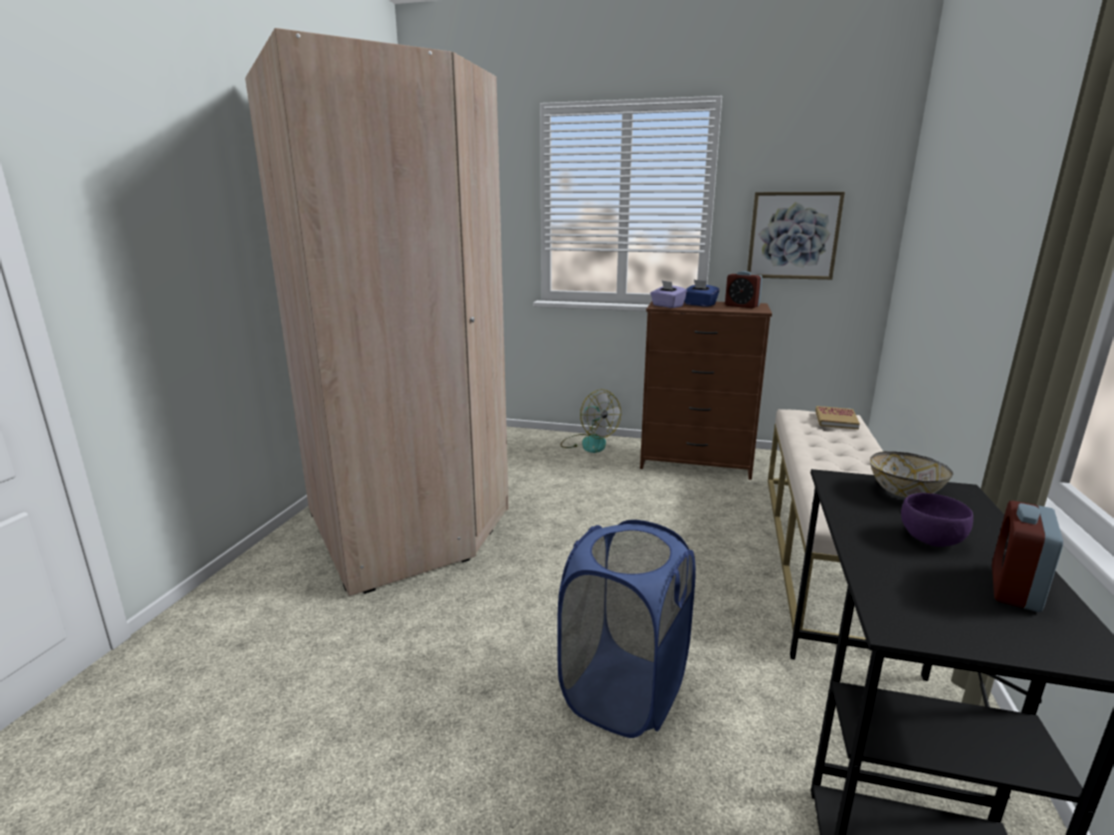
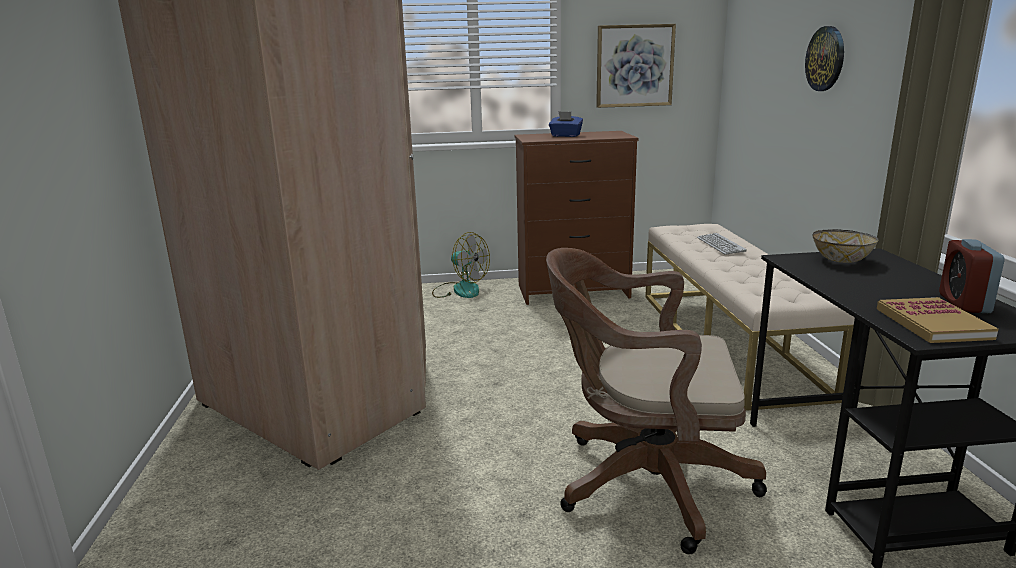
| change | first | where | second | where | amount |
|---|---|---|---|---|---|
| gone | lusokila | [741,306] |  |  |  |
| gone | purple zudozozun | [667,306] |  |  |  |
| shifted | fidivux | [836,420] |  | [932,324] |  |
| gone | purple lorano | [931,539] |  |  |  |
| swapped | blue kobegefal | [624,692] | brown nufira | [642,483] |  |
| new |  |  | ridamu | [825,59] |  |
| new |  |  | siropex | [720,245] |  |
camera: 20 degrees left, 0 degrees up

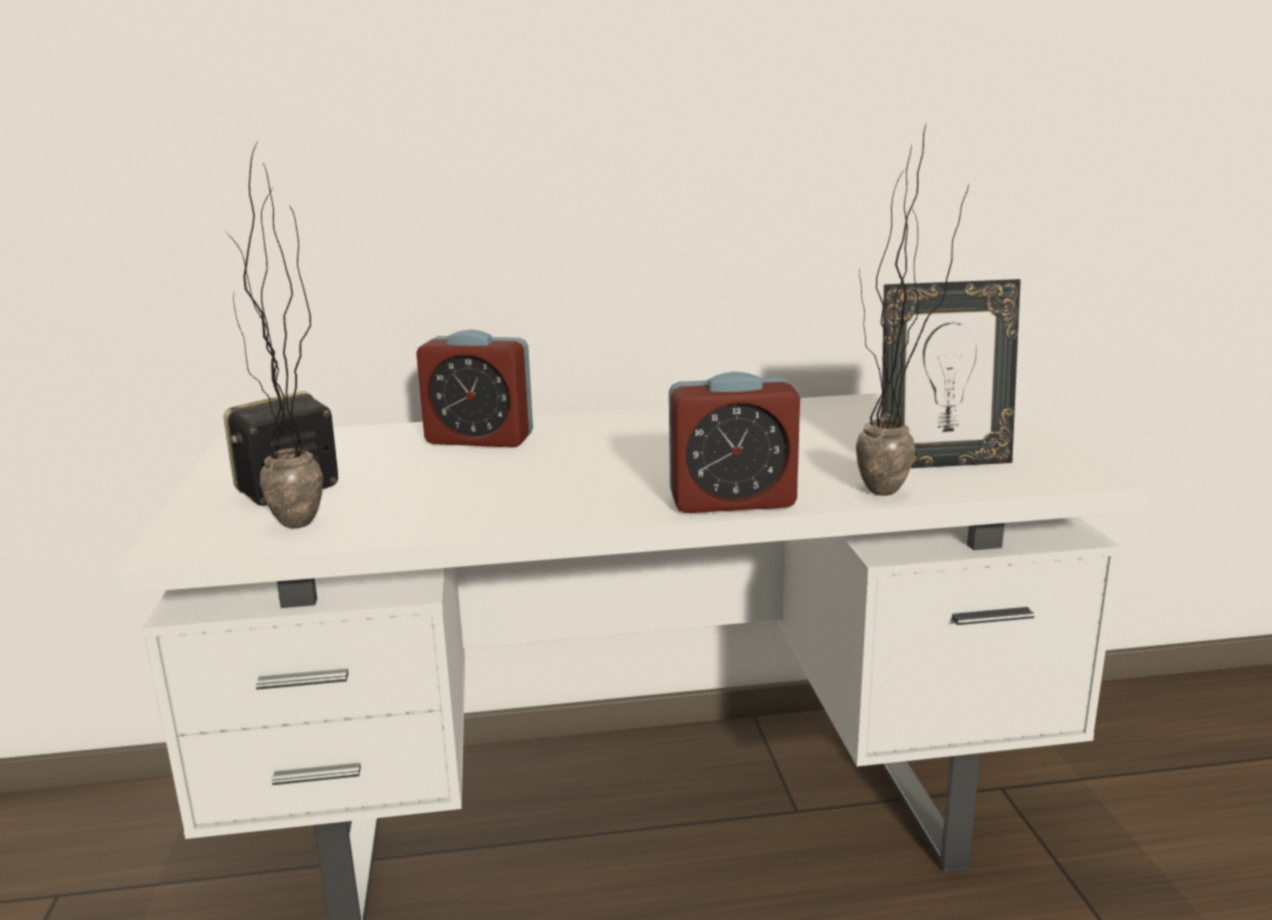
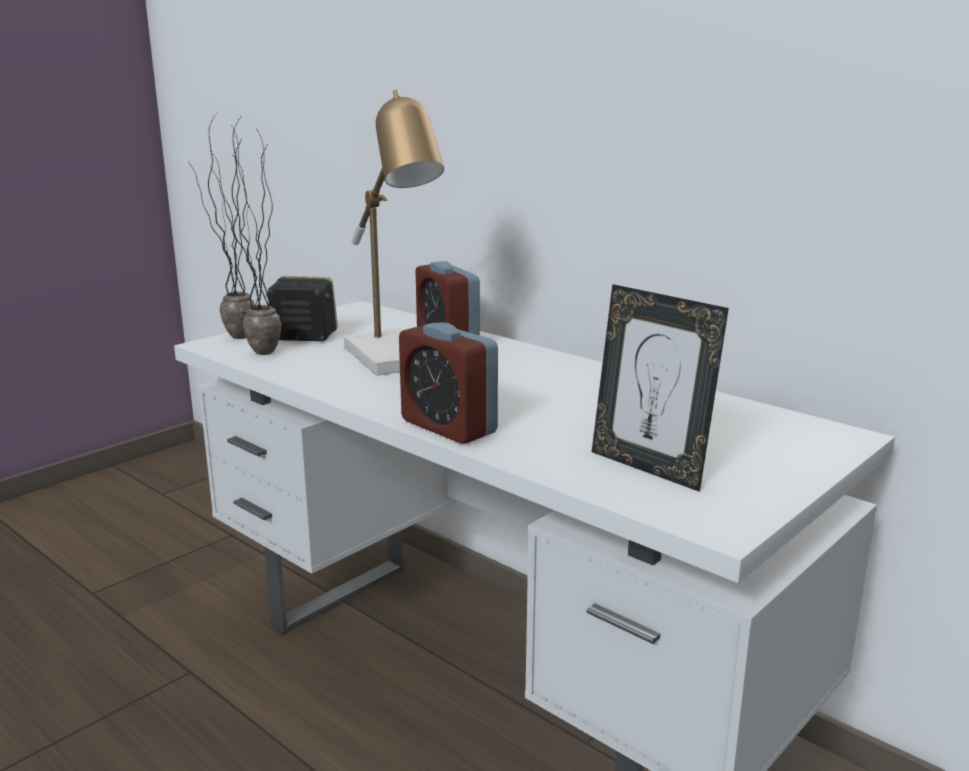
| change | first | where | second | where | amount |
|---|---|---|---|---|---|
| shifted | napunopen | [894,497] |  | [233,340] |  |
| new |  |  | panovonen | [396,361] |  |
camera: 50 degrees right, 0 degrees up

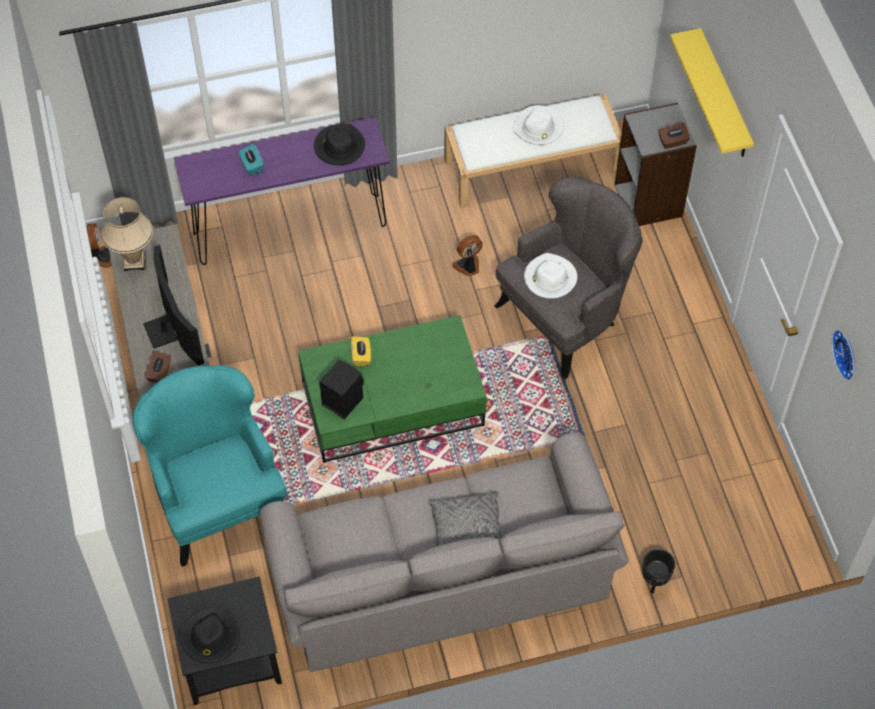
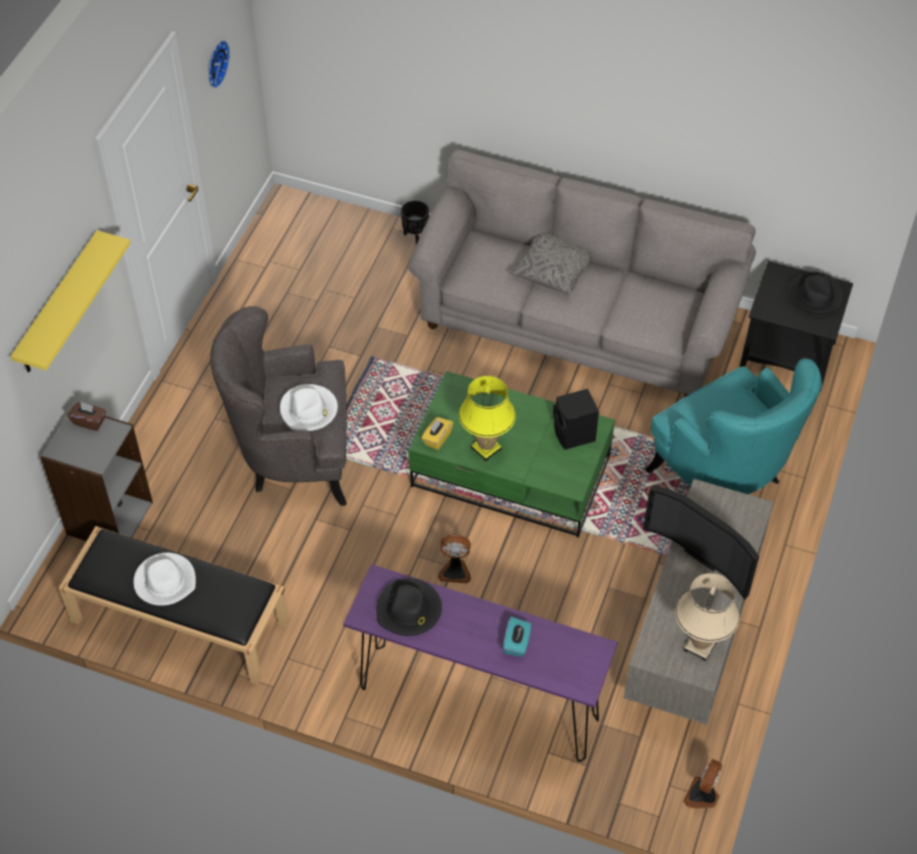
| change | first | where | second | where | amount |
|---|---|---|---|---|---|
| repainted | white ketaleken | [532,166] | black ketaleken | [178,621] |  |
| shifted | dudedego | [468,266] |  | [455,570] |  |
| rotated | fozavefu | [169,329] |  | [704,553] | 60 degrees counterclockwise |
| shifted | yellow zudozozun | [361,356] |  | [437,438] |  |
| gone | brown zudozozun | [159,373] |  |  |  |
| rotated | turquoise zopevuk | [219,502] |  | [724,476] | 45 degrees counterclockwise |
| new |  |  | yellow panovonen | [486,448] |  |
camera: 145 degrees left, 5 degrees down

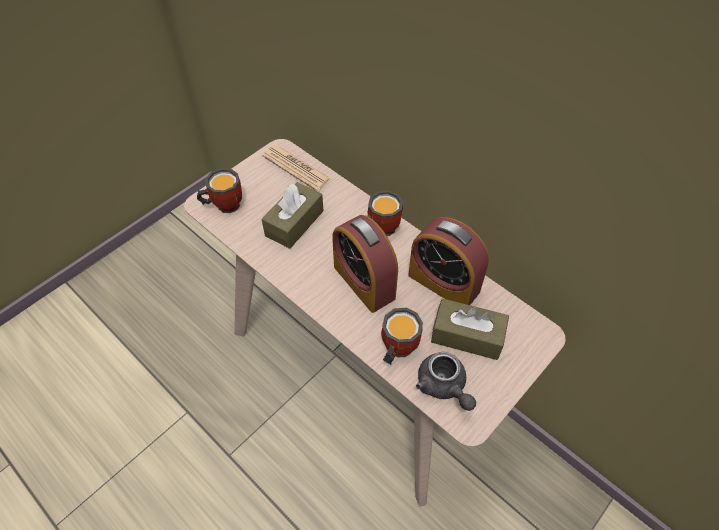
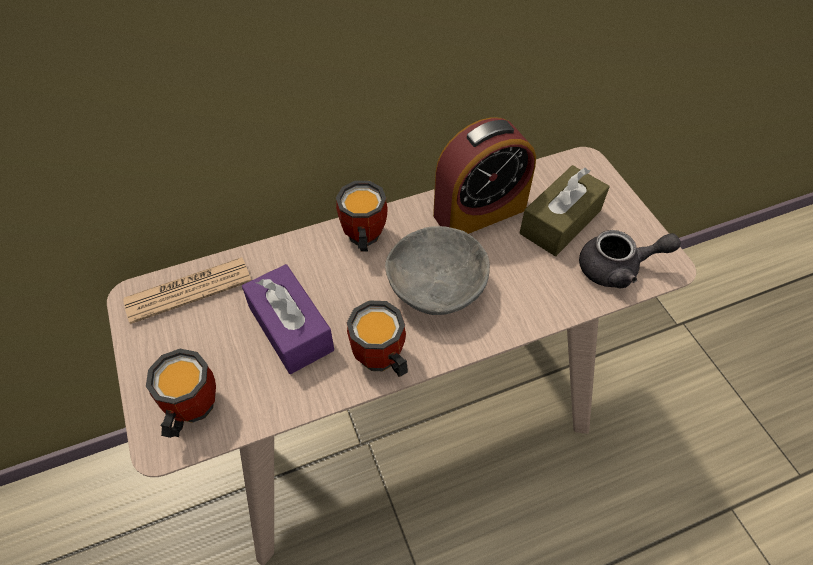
| change | first | where | second | where | amount |
|---|---|---|---|---|---|
| repainted | brown zudozozun | [294,223] | purple zudozozun | [291,329] |  |
| swapped | lusokila | [364,282] | grey lorano | [437,287] |  |
| shifted | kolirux | [395,349] |  | [380,362] |  |
camera: 65 degrees left, 0 degrees up

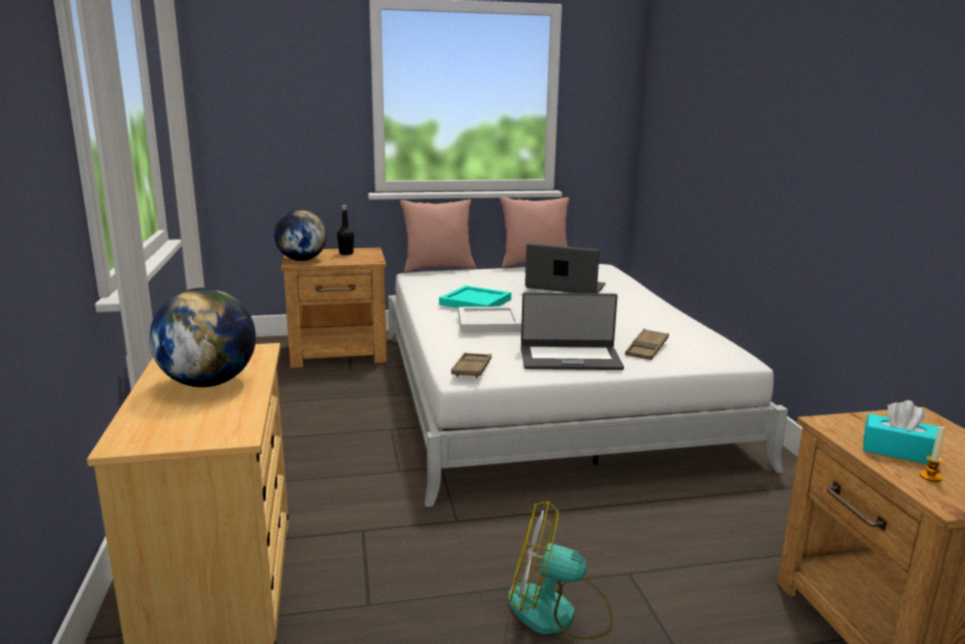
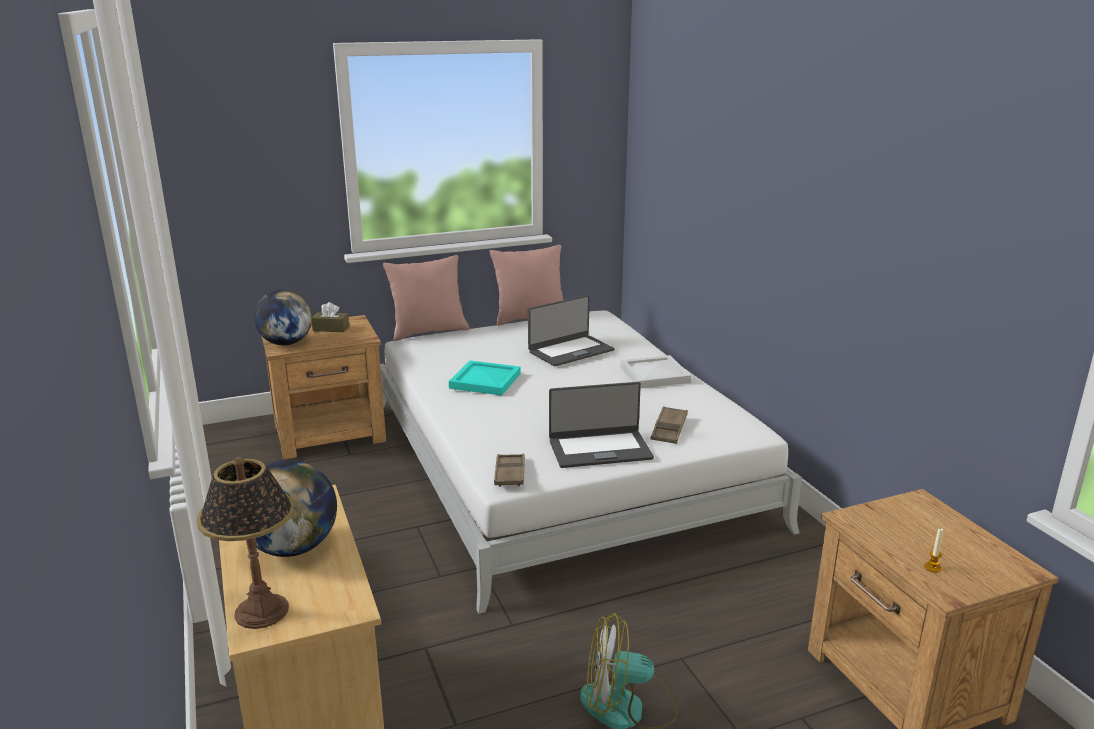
| change | first | where | second | where | amount |
|---|---|---|---|---|---|
| swapped | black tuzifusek | [346,253] | brown zudozozun | [331,328] |  |
| rotated | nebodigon | [565,287] |  | [570,351] | 135 degrees clockwise |
| shifted | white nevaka | [487,323] |  | [654,375] |  |
| gone | turquoise zudozozun | [898,451] |  |  |  |
| new |  |  | panovonen | [262,612] |  |
camera: 10 degrees left, 5 degrees up

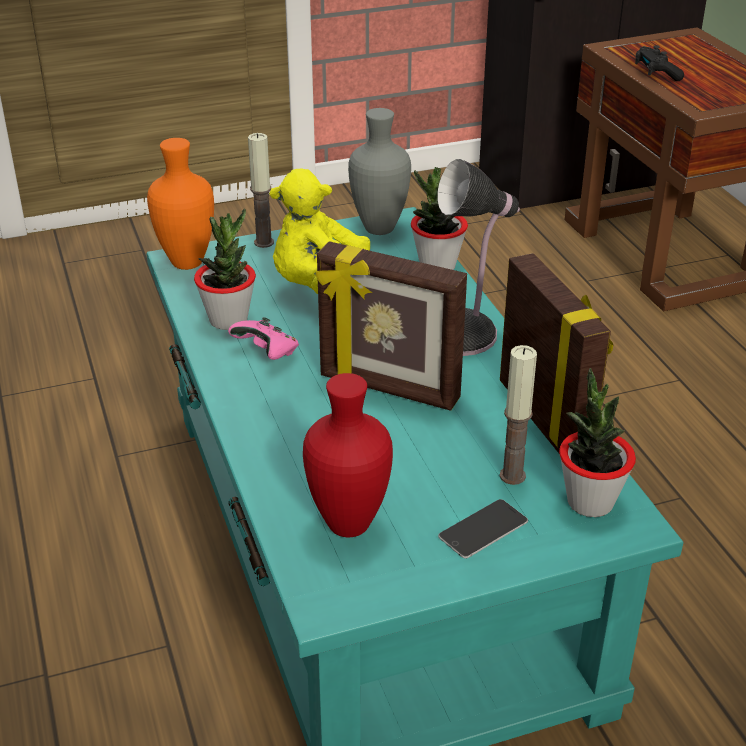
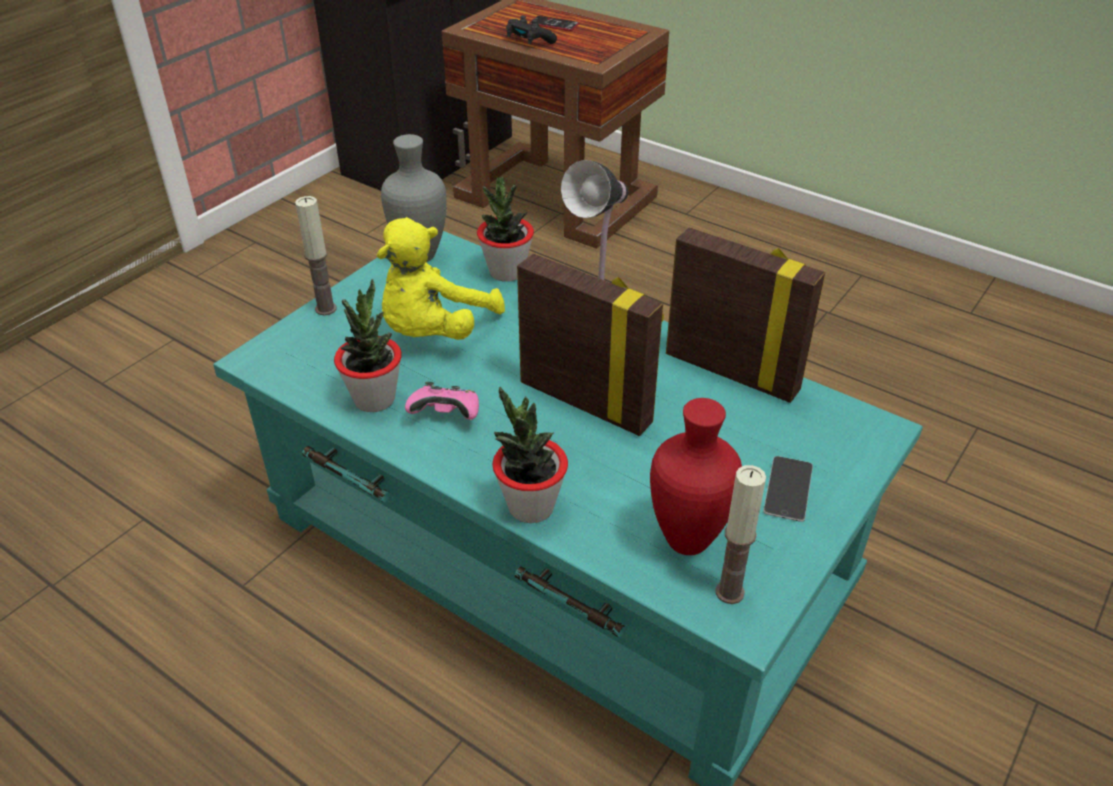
| change | first | where | second | where | amount |
|---|---|---|---|---|---|
| gone | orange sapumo | [186,262] |  |  |  |
| rotated | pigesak | [388,389] |  | [586,402] | 135 degrees counterclockwise |
| shifted | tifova | [512,476] |  | [729,592] |  |
| shifted | napunopen | [590,501] |  | [530,506] |  |
| new |  |  | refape | [554,24] |  |
camera: 35 degrees left, 5 degrees up

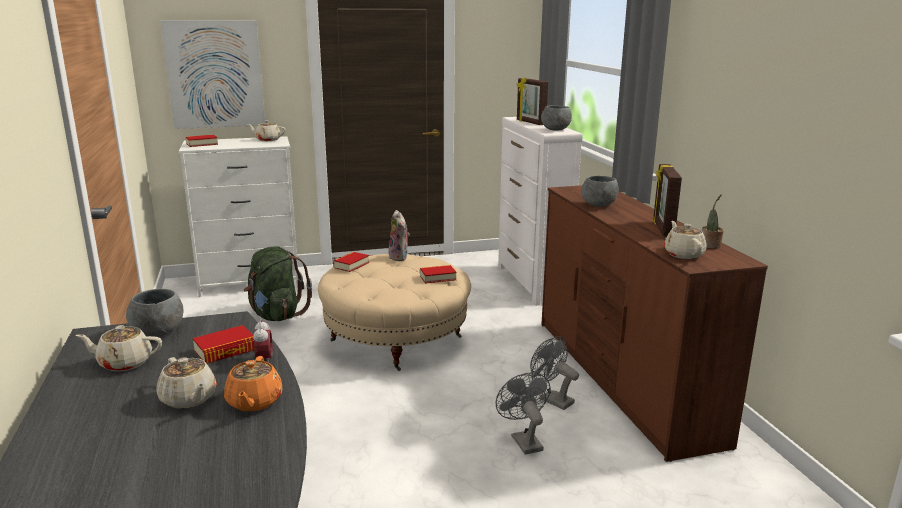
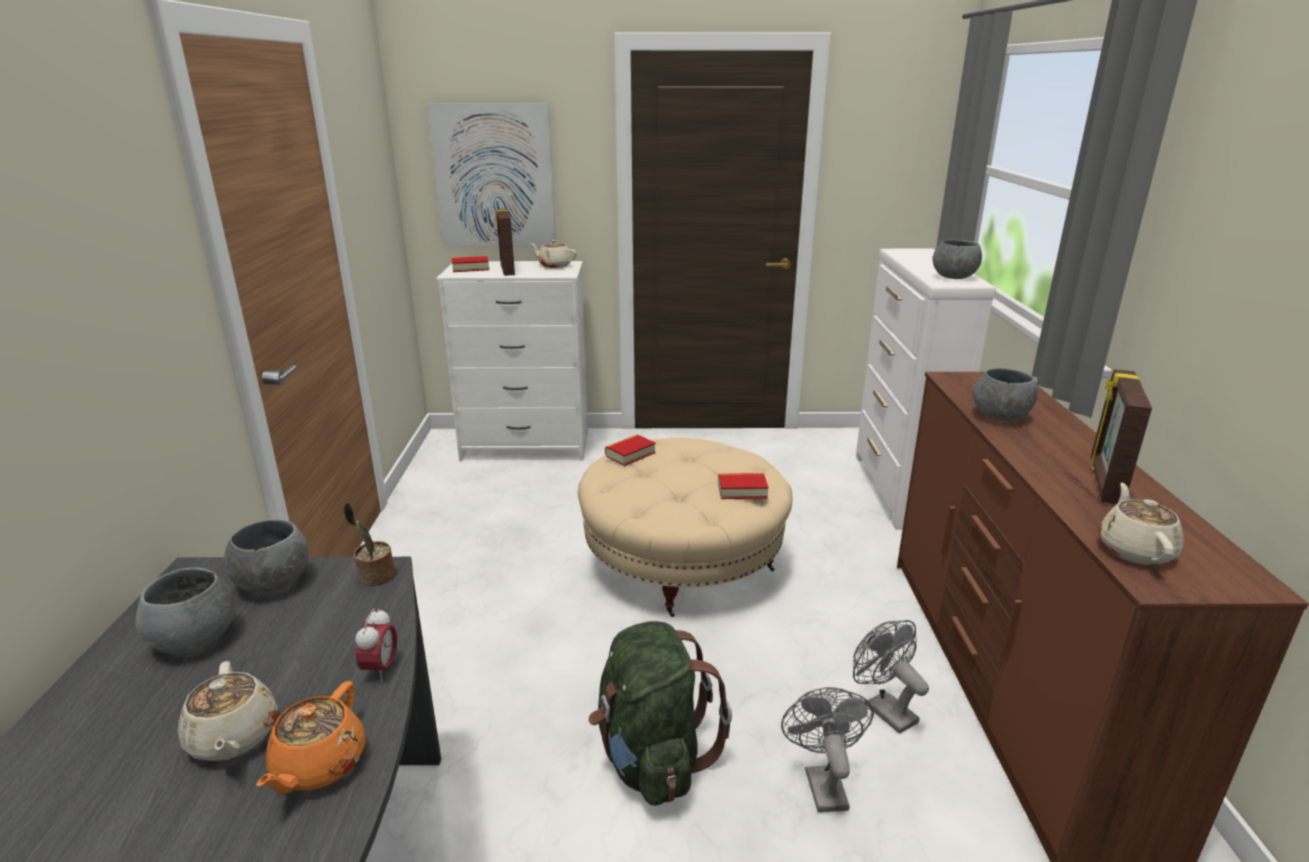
| change | first | where | second | where | amount |
|---|---|---|---|---|---|
| shifted | pigesak | [530,123] |  | [506,270] |  |
| shifted | napunopen | [710,246] |  | [374,577] |  |
| gone | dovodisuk | [400,257] |  |  |  |
| shifted | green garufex | [276,315] |  | [652,759] |  |
| swapped | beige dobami | [124,363] | grey lorano | [196,639] |  |
| gone | fidivux | [225,350] |  |  |  |
camera: 15 degrees right, 5 degrees up

